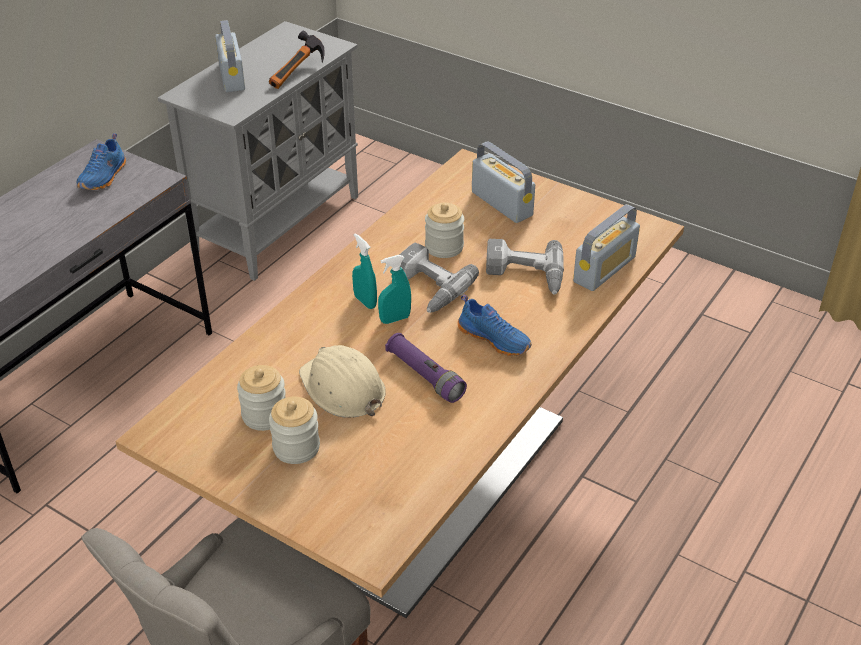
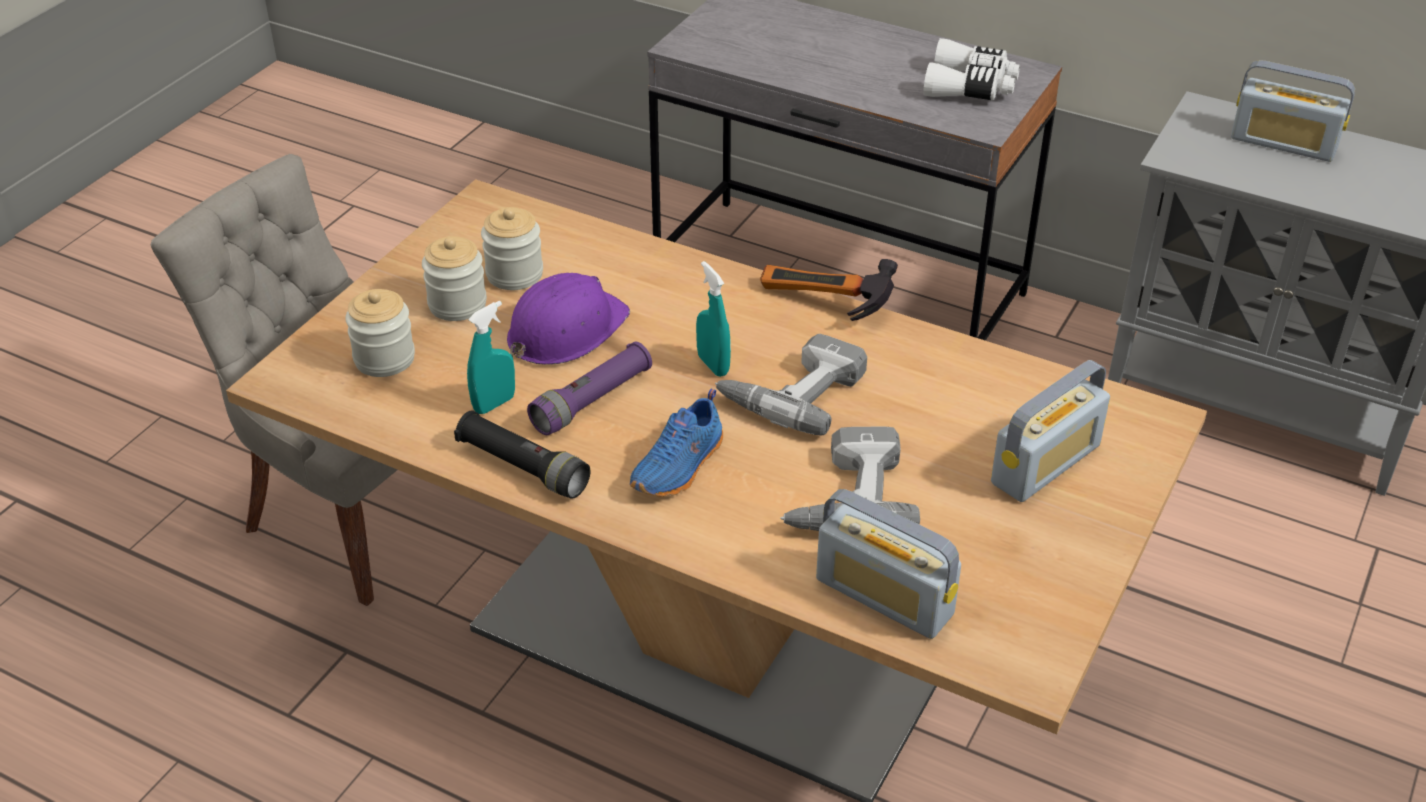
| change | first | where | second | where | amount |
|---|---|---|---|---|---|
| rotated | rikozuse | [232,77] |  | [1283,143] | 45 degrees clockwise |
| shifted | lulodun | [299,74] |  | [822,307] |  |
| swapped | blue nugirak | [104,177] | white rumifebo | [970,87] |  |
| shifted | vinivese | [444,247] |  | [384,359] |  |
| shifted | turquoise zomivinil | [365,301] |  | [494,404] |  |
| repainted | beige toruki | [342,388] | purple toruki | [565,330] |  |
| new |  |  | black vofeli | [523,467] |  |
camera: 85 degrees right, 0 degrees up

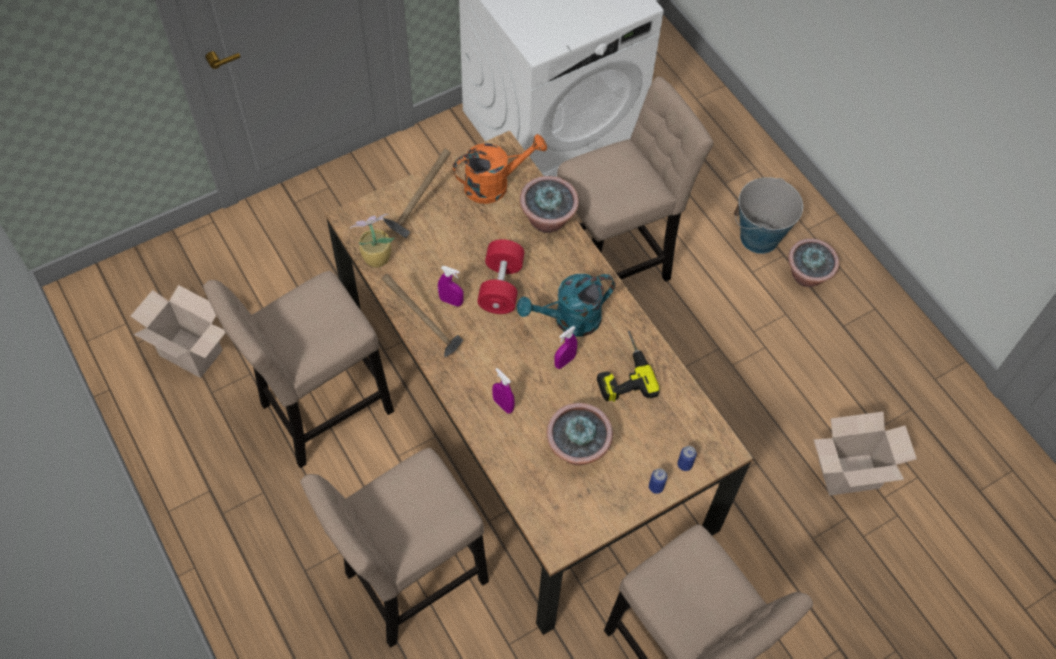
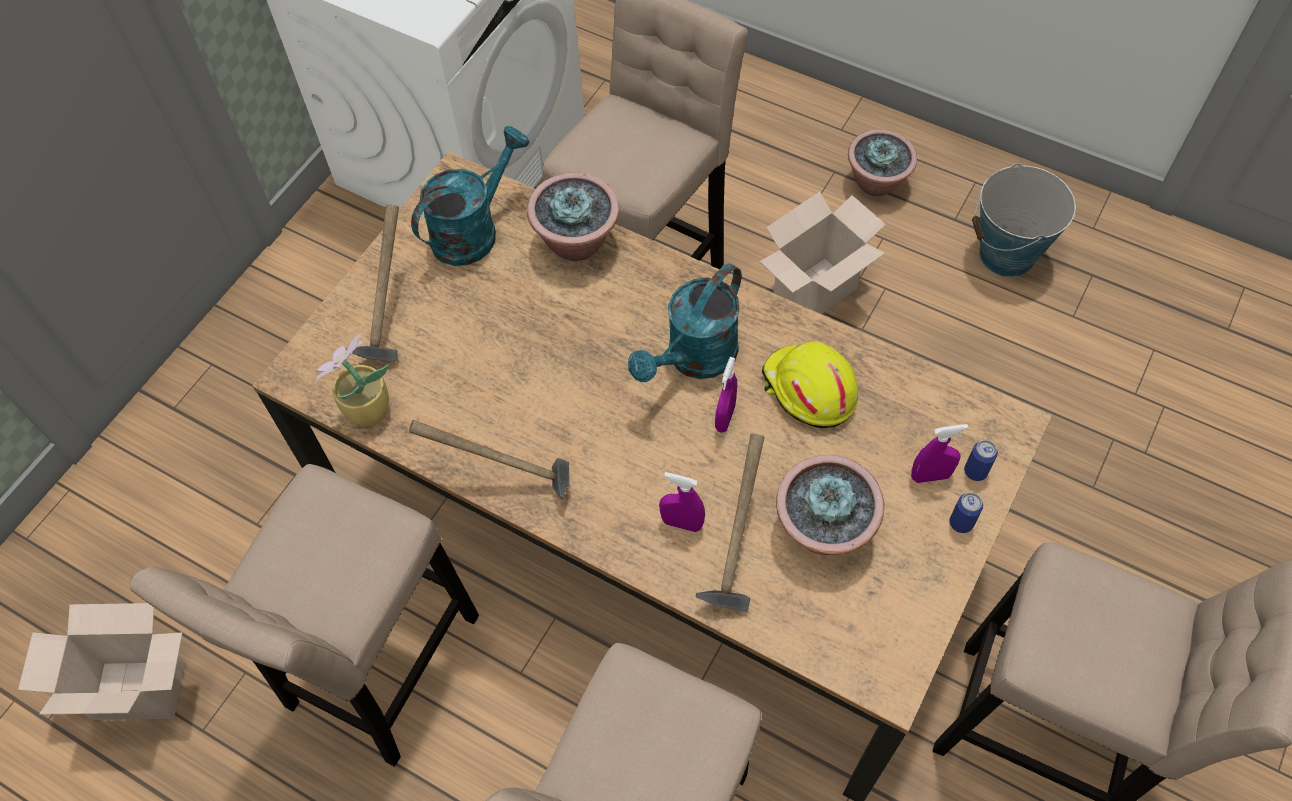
| change | first | where | second | where | amount |
|---|---|---|---|---|---|
| repainted | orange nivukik | [494,184] | turquoise nivukik | [473,230] |  |
| shifted | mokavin | [759,237] |  | [1007,255] |  |
| gone | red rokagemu | [501,286] |  |  |  |
| shifted | purple zomivinil | [451,301] |  | [930,476] |  |
| swapped | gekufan | [621,371] | yellow toruki | [808,390] |  |
| shifted | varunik | [847,476] |  | [814,294] |  |
| new |  |  | lulodun | [734,550] |  |
camera: 25 degrees left, 0 degrees up

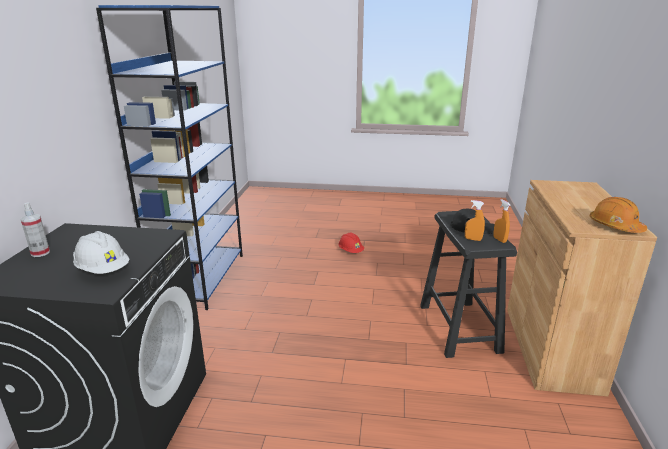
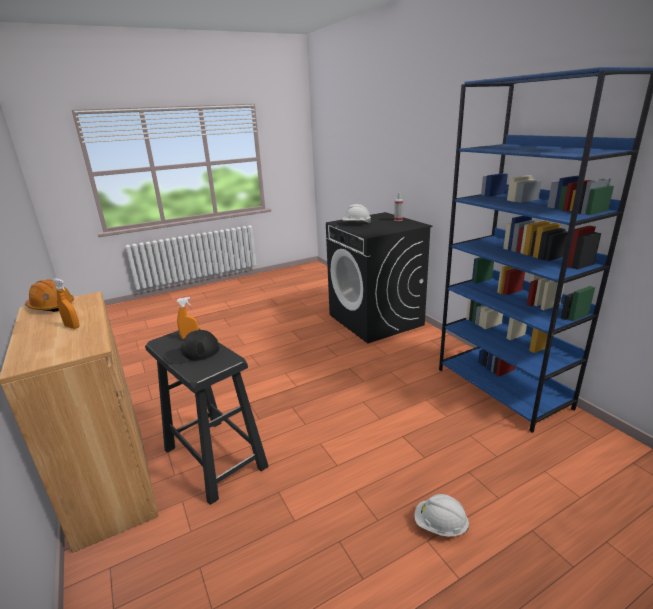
| change | first | where | second | where | amount |
|---|---|---|---|---|---|
| shifted | orange zomivinil | [499,240] |  | [72,327] |  |
| repainted | red toruki | [350,251] | white toruki | [440,525] |  |
camera: 145 degrees right, 0 degrees up

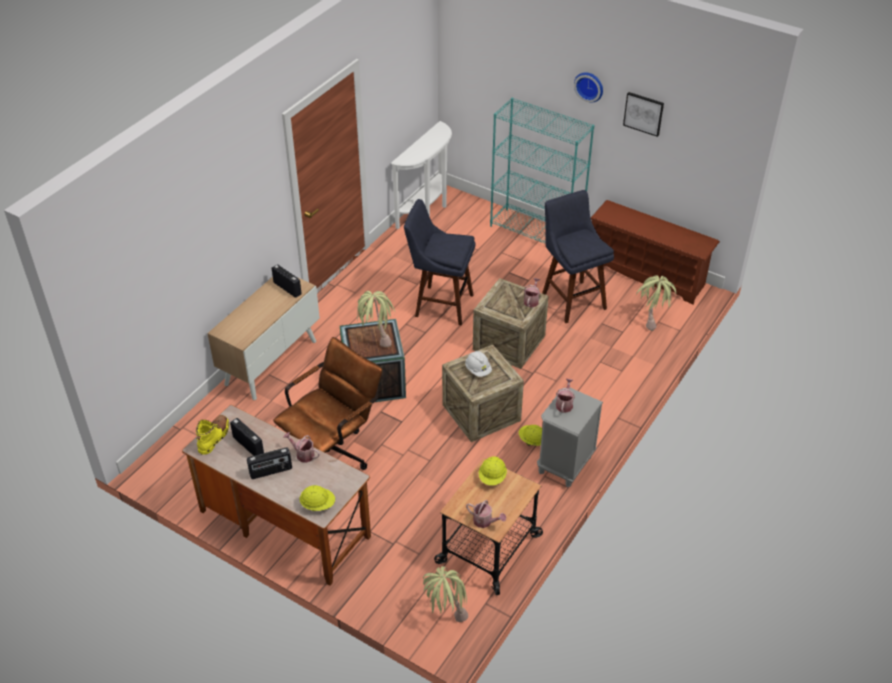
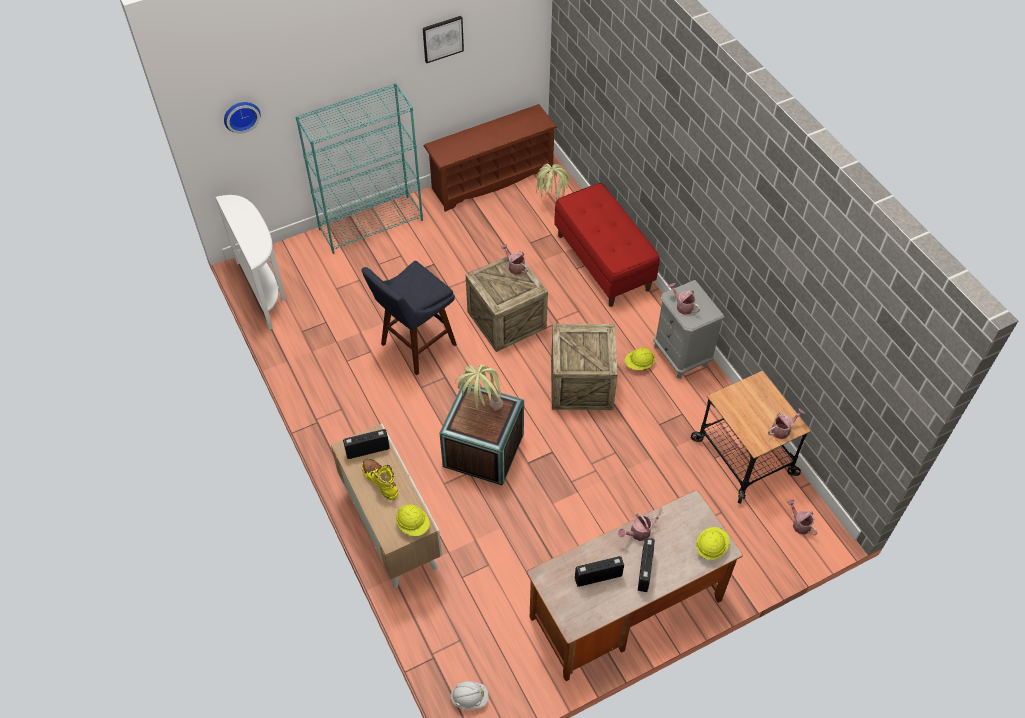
| change | first | where | second | where | amount |
|---|---|---|---|---|---|
| shifted | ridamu | [589,86] |  | [241,115] |  |
| gone | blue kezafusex | [571,299] |  |  |  |
| gone | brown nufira | [333,451] |  |  |  |
| shifted | white toruki | [478,370] |  | [470,698] |  |
| shifted | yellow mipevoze | [214,438] |  | [380,481] |  |
| shifted | yellow toruki | [492,478] |  | [413,525] |  |
| swapped | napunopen | [445,616] | nivukik | [799,524] |  |
| new |  |  | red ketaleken | [603,262] |  |
camera: 60 degrees left, 10 degrees up

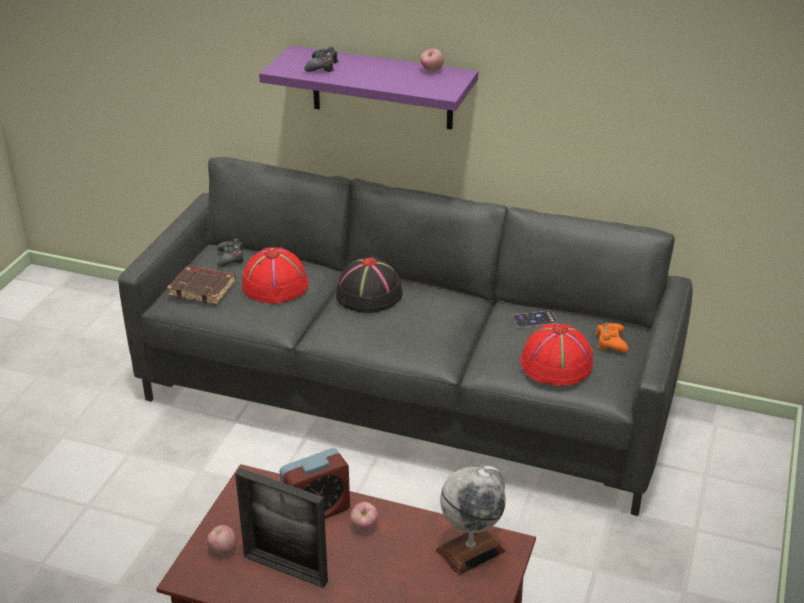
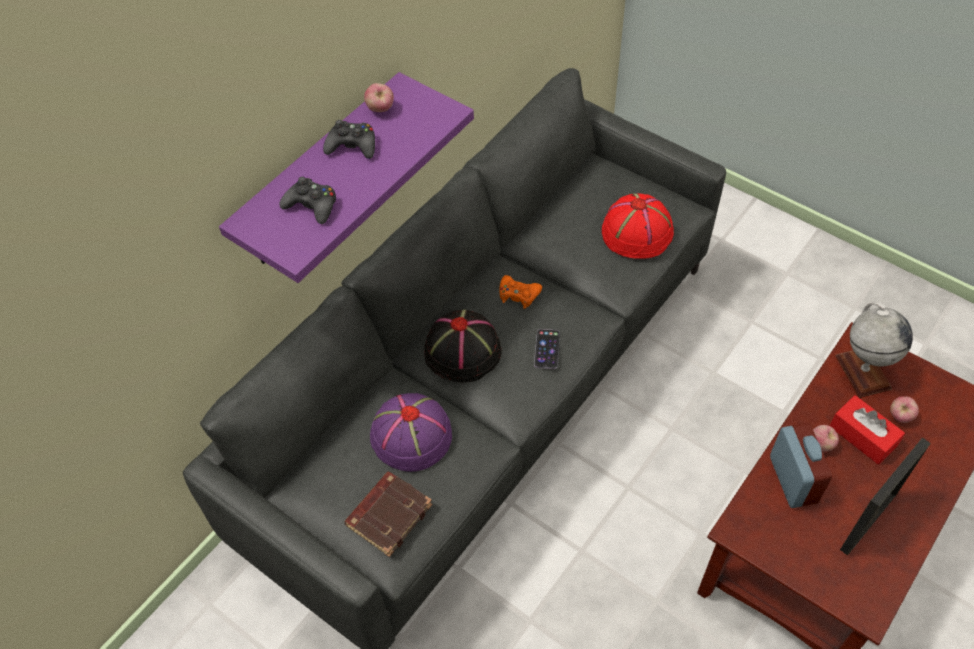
| change | first | where | second | where | amount |
|---|---|---|---|---|---|
| shifted | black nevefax | [230,258] |  | [352,146] |  |
| repainted | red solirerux | [275,284] | purple solirerux | [410,435] |  |
| shifted | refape | [534,319] |  | [547,349] |  |
| shifted | orange nevefax | [611,342] |  | [518,295] |  |
| shifted | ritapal | [223,550] |  | [900,416] |  |
| new |  |  | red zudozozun | [863,436] |  |
camera: 70 degrees left, 20 degrees up

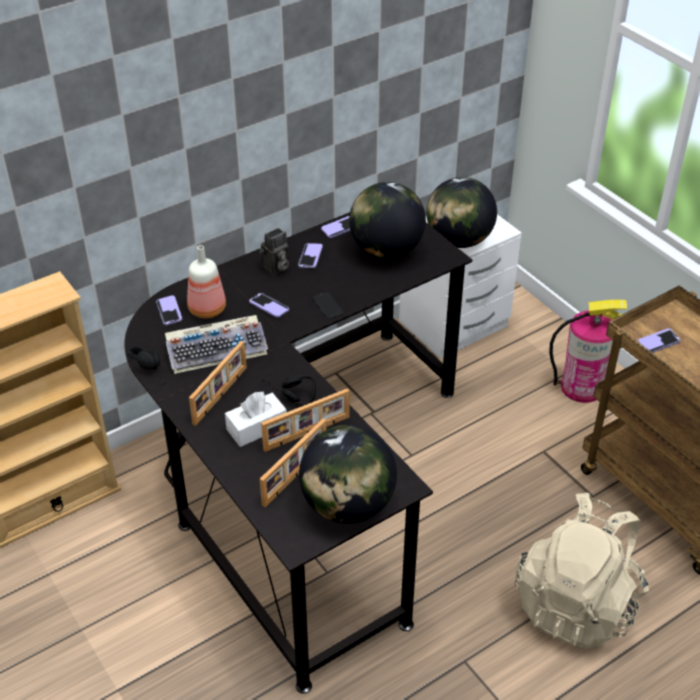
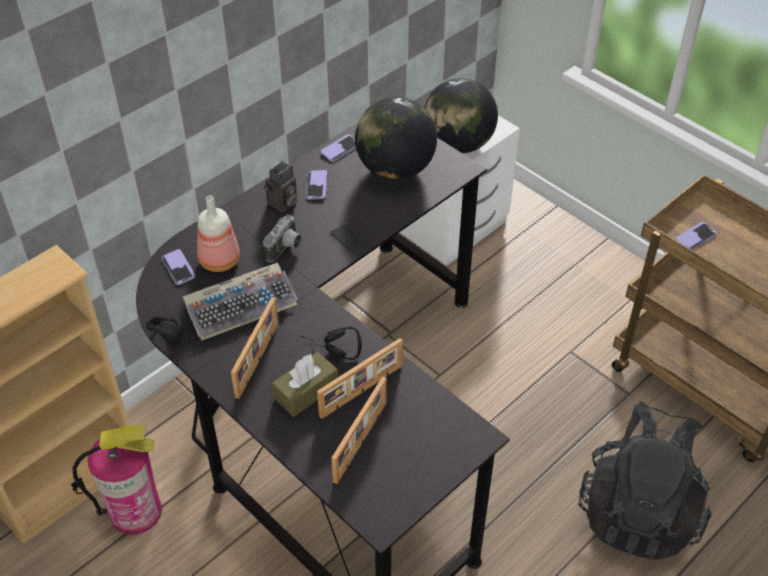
| change | first | where | second | where | amount |
|---|---|---|---|---|---|
| swapped | refape | [269,306] | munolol | [286,248] |  |
| shifted | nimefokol | [581,387] |  | [136,511] |  |
| repainted | white zudozozun | [257,427] | brown zudozozun | [306,391] |  |
| gone | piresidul | [348,505] |  |  |  |
| repainted | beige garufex | [577,603] | black garufex | [638,511] |  |
camera: 10 degrees left, 5 degrees up

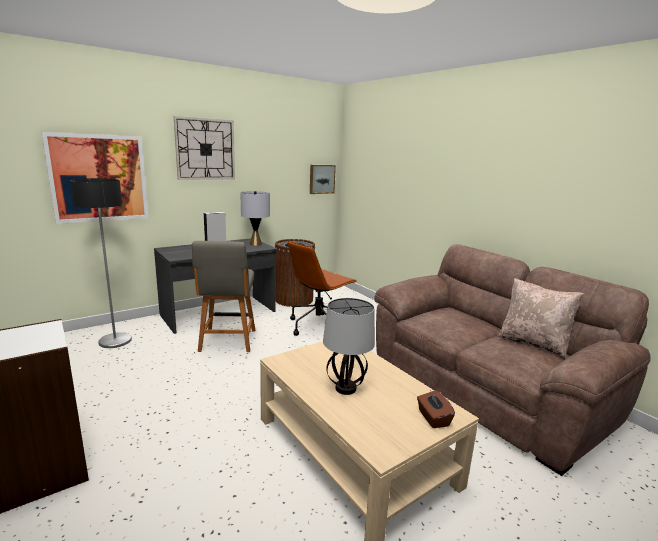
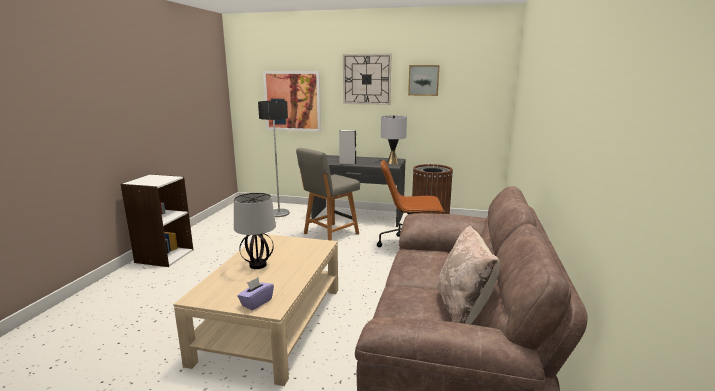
| change | first | where | second | where | amount |
|---|---|---|---|---|---|
| shifted | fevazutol | [321,179] |  | [423,80] |  |
| repainted | brown zudozozun | [433,418] | purple zudozozun | [256,302] |  |
camera: 50 degrees right, 0 degrees up

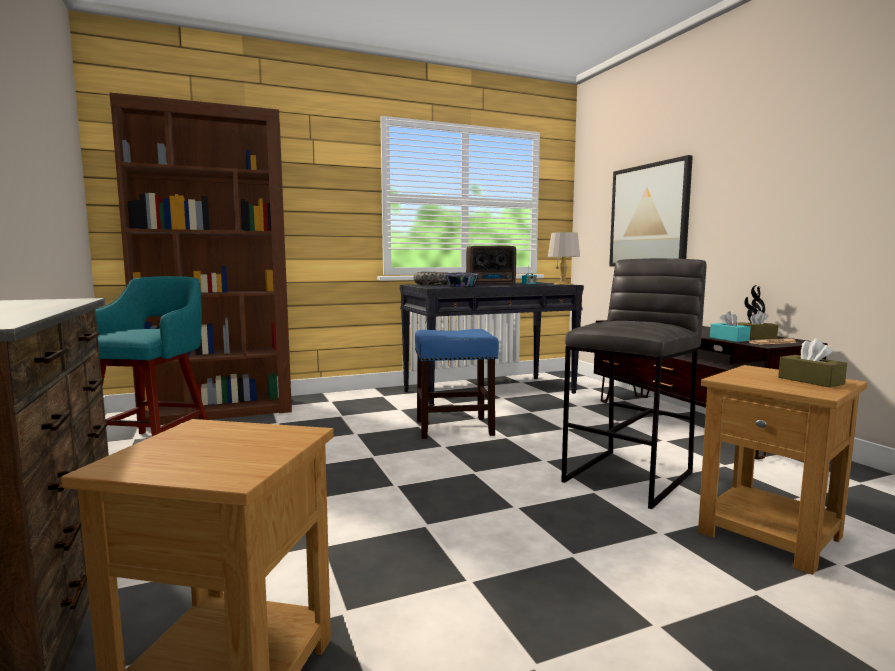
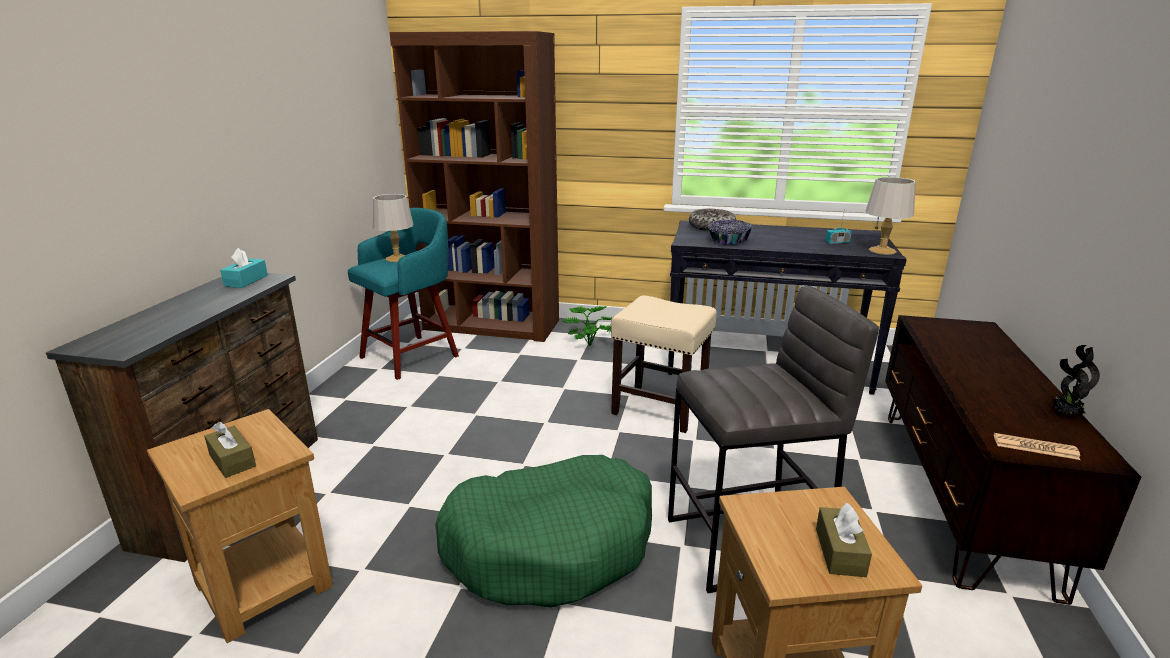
| change | first | where | second | where | amount |
|---|---|---|---|---|---|
| gone | fevazutol | [649,216] |  |  |  |
| gone | rikozuse | [491,284] |  |  |  |
| shifted | brown zudozozun | [756,337] |  | [232,460] |  |
| shifted | turquoise zudozozun | [729,339] |  | [246,281] |  |
| repainted | blue kezafusex | [455,427] | beige kezafusex | [660,408] |  |
| new |  |  | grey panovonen | [396,259] |  |
| new |  |  | napunopen | [592,344] |  |
| new |  |  | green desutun | [551,545] |  |
camera: 35 degrees right, 15 degrees up

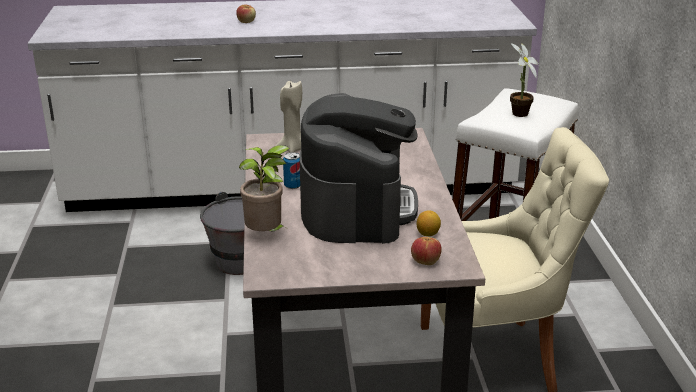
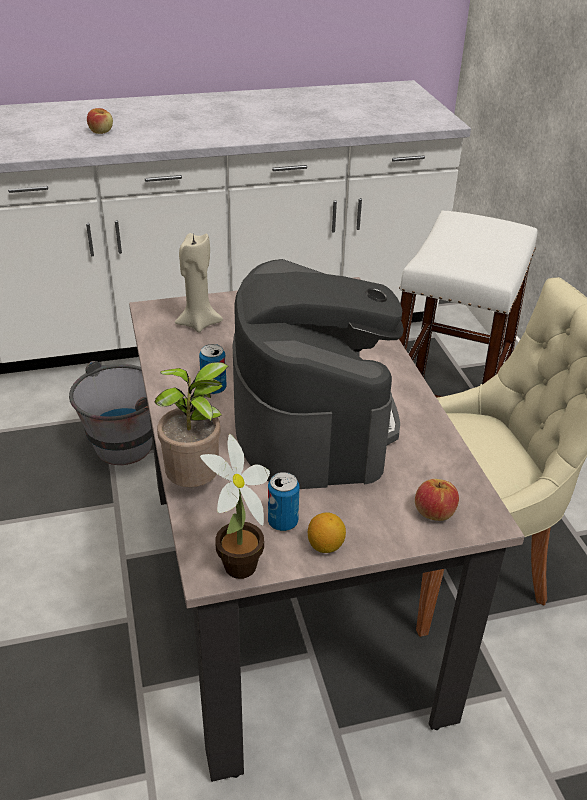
| change | first | where | second | where | amount |
|---|---|---|---|---|---|
| shifted | napunopen | [518,114] |  | [237,570] |  |
| shifted | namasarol | [428,234] |  | [325,546] |  |
| new |  |  | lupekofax | [283,522] |  |
camera: 10 degrees left, 10 degrees up

